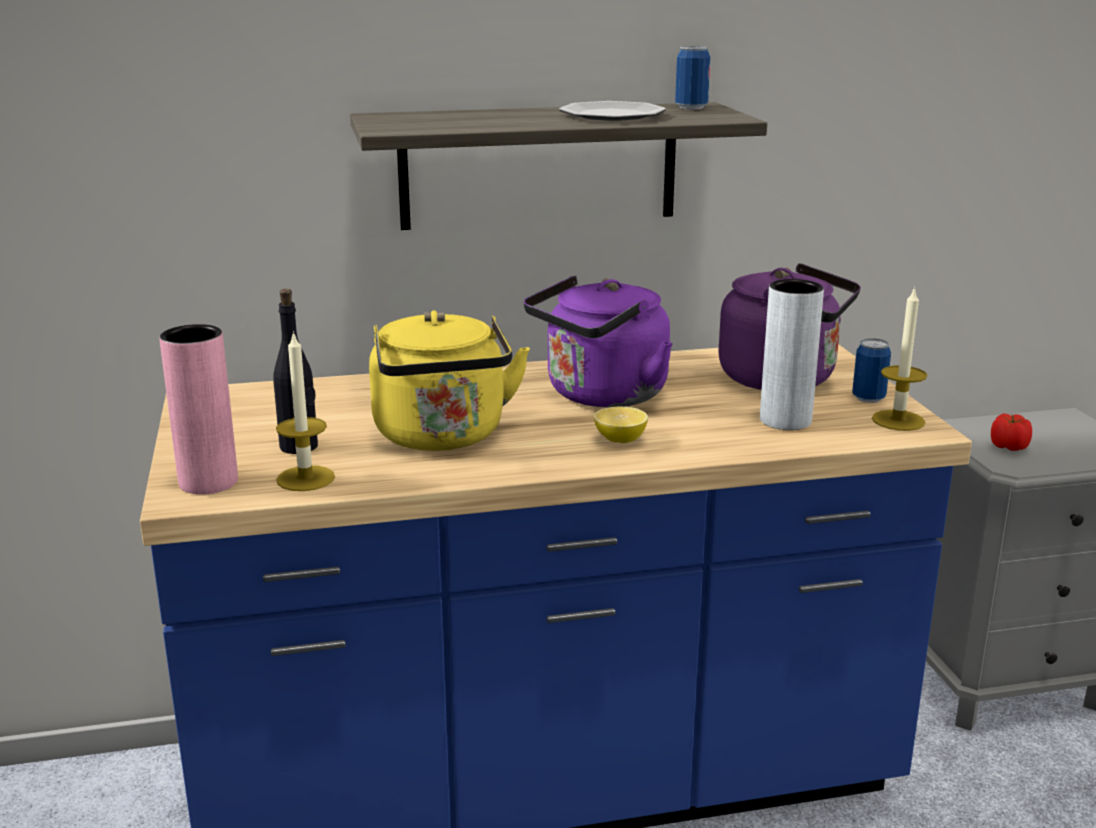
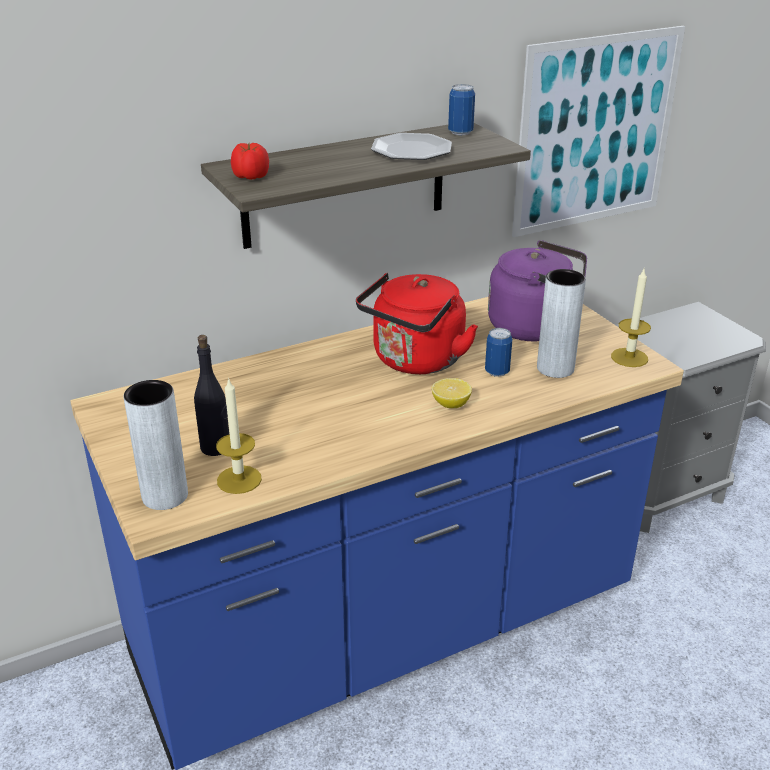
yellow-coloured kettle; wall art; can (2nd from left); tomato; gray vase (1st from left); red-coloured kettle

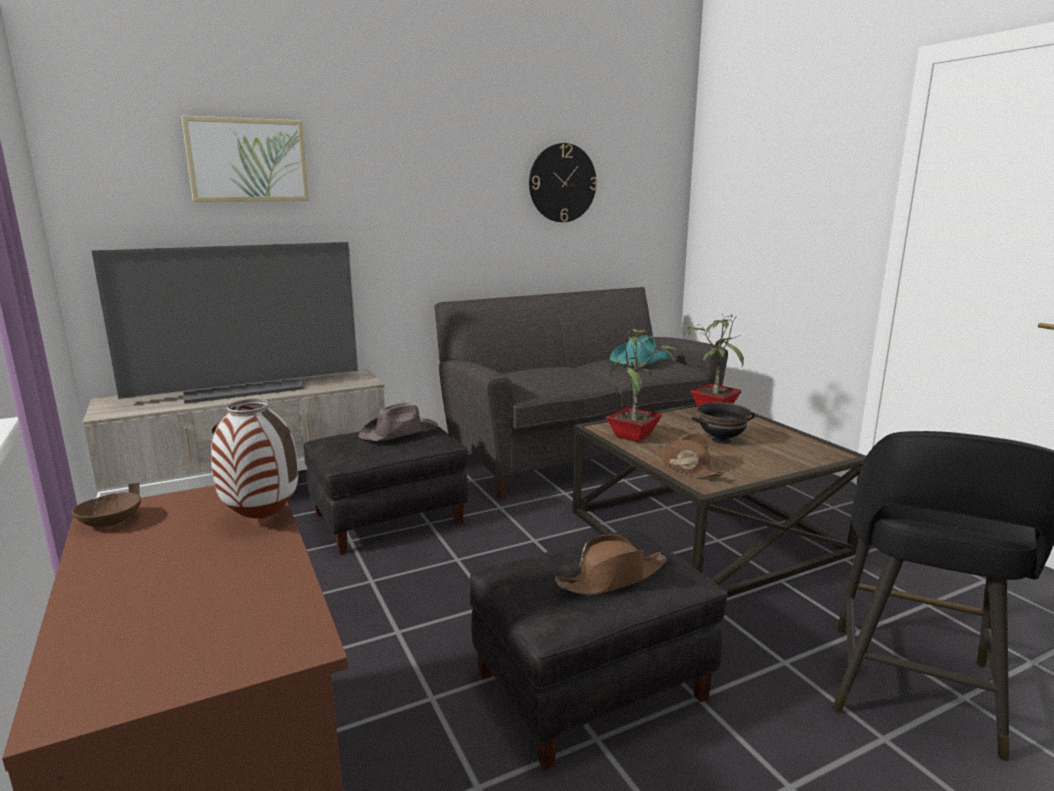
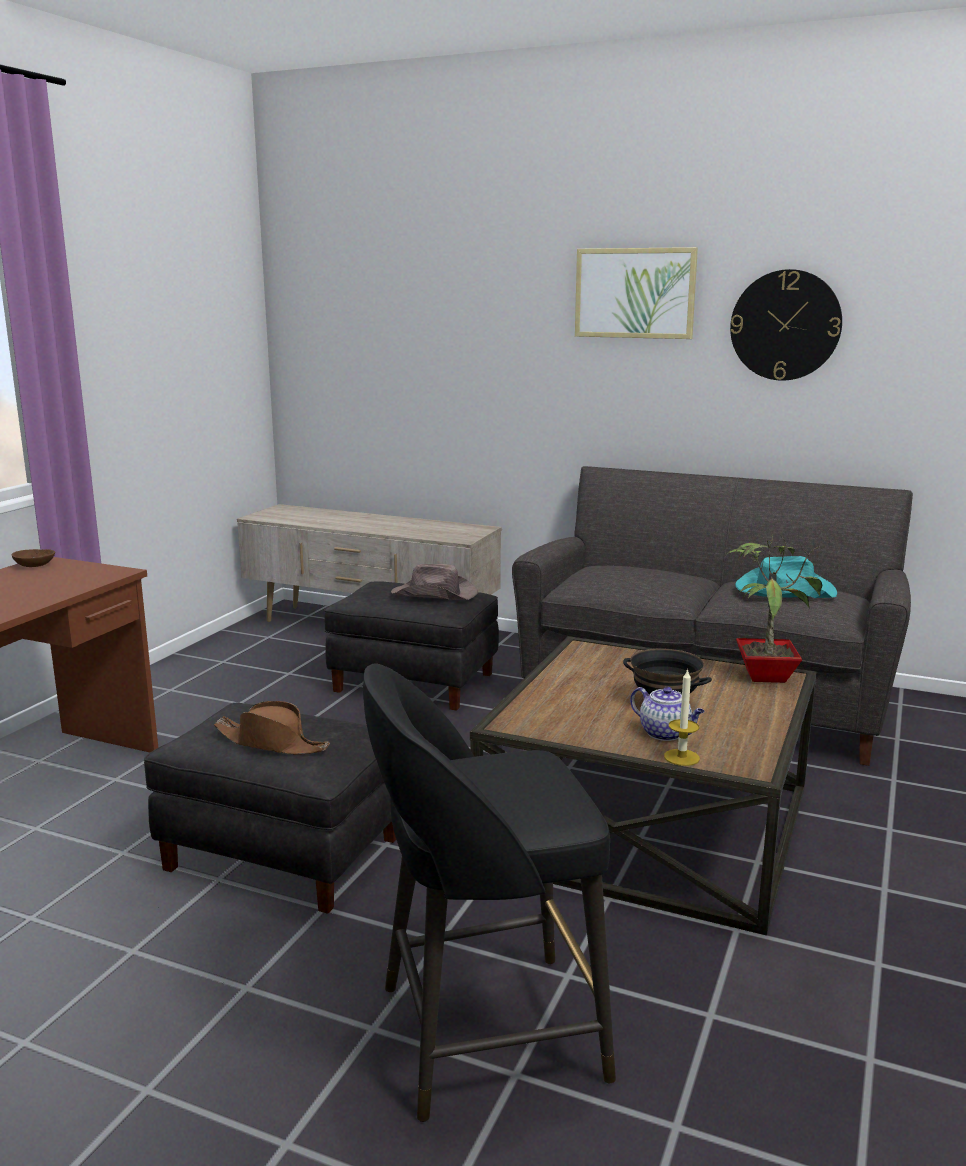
TV set; vase; houseplant (1st from left in the first image); brownish clothing hat (3rd from left in the first image); pot for tea; candle; wall art

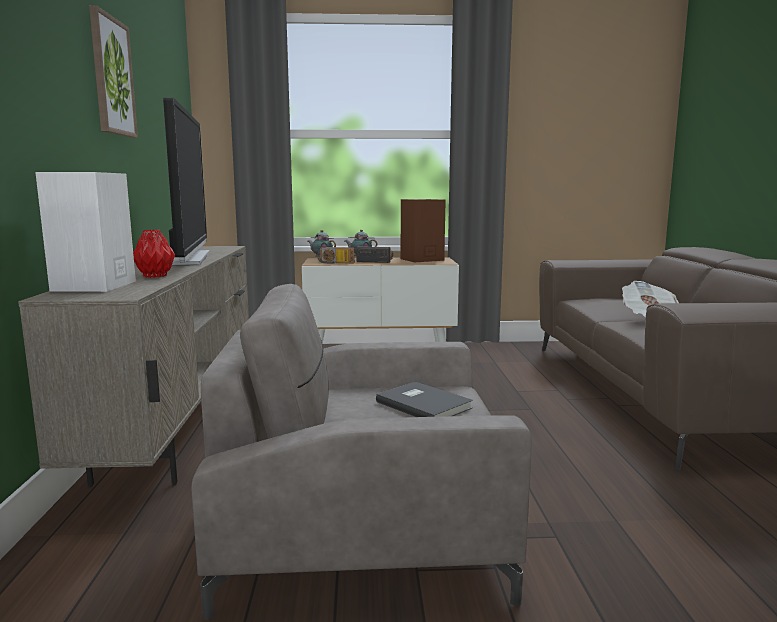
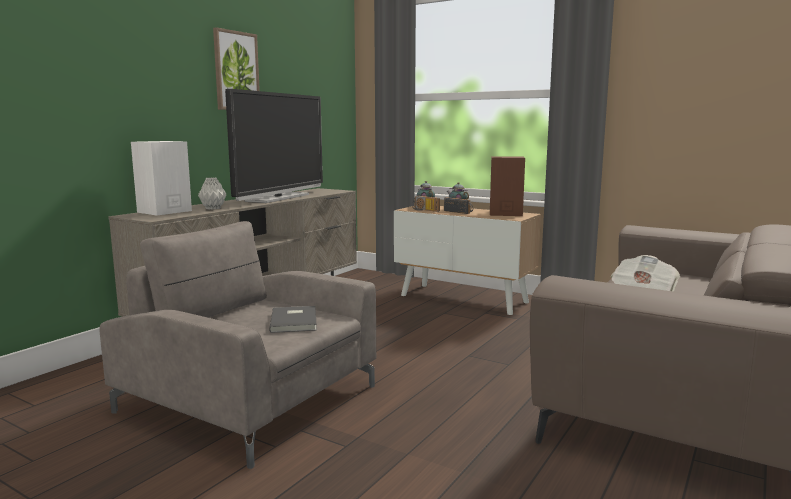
gray vase

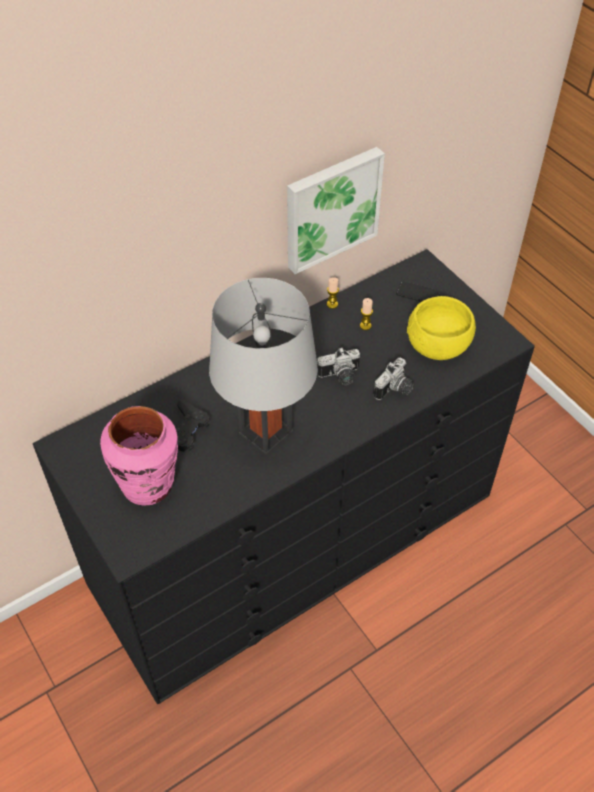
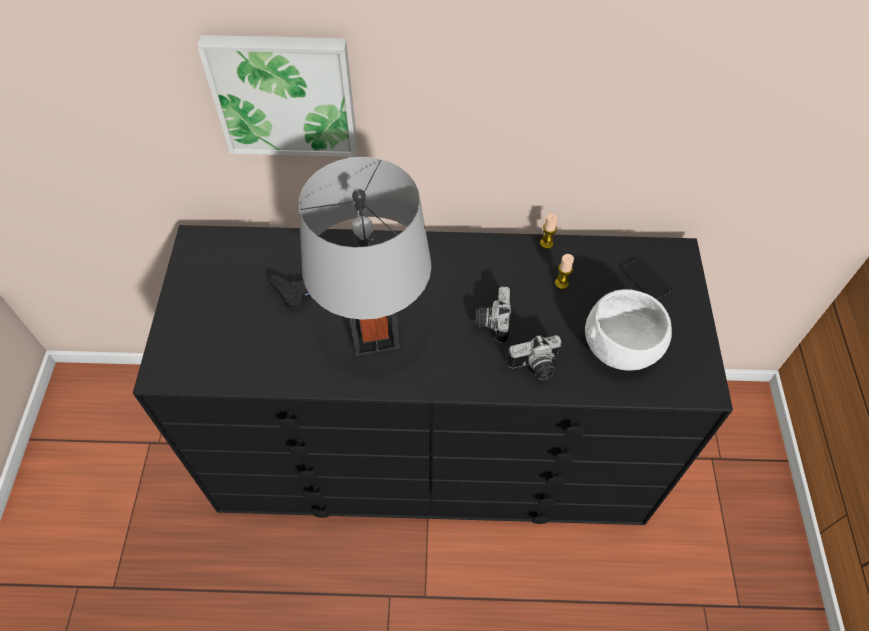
pinkish vase; wall art; whitish bowl; still camera (1st from left)

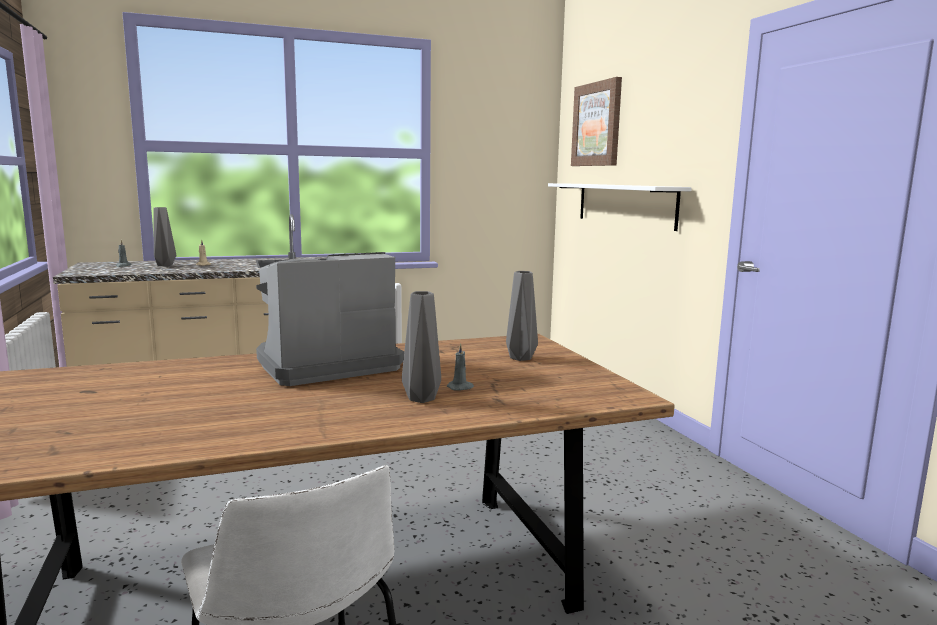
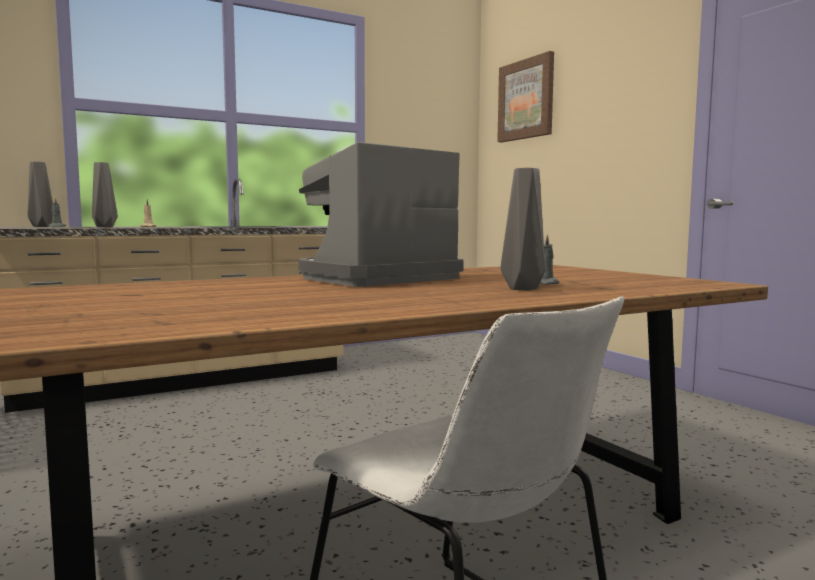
whitish bracket shelf; gray vase (1st from left)

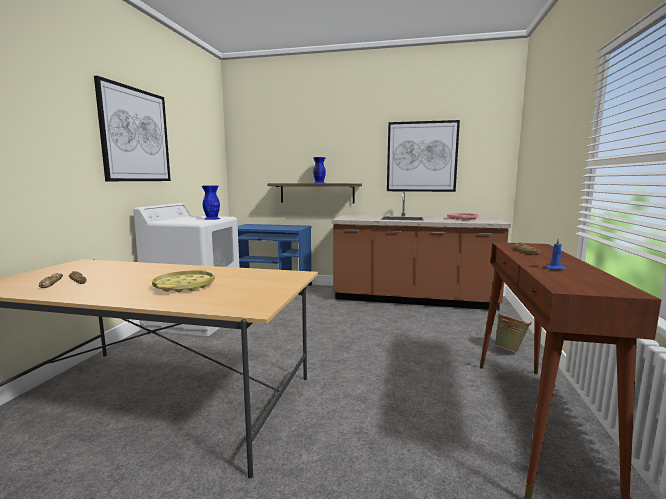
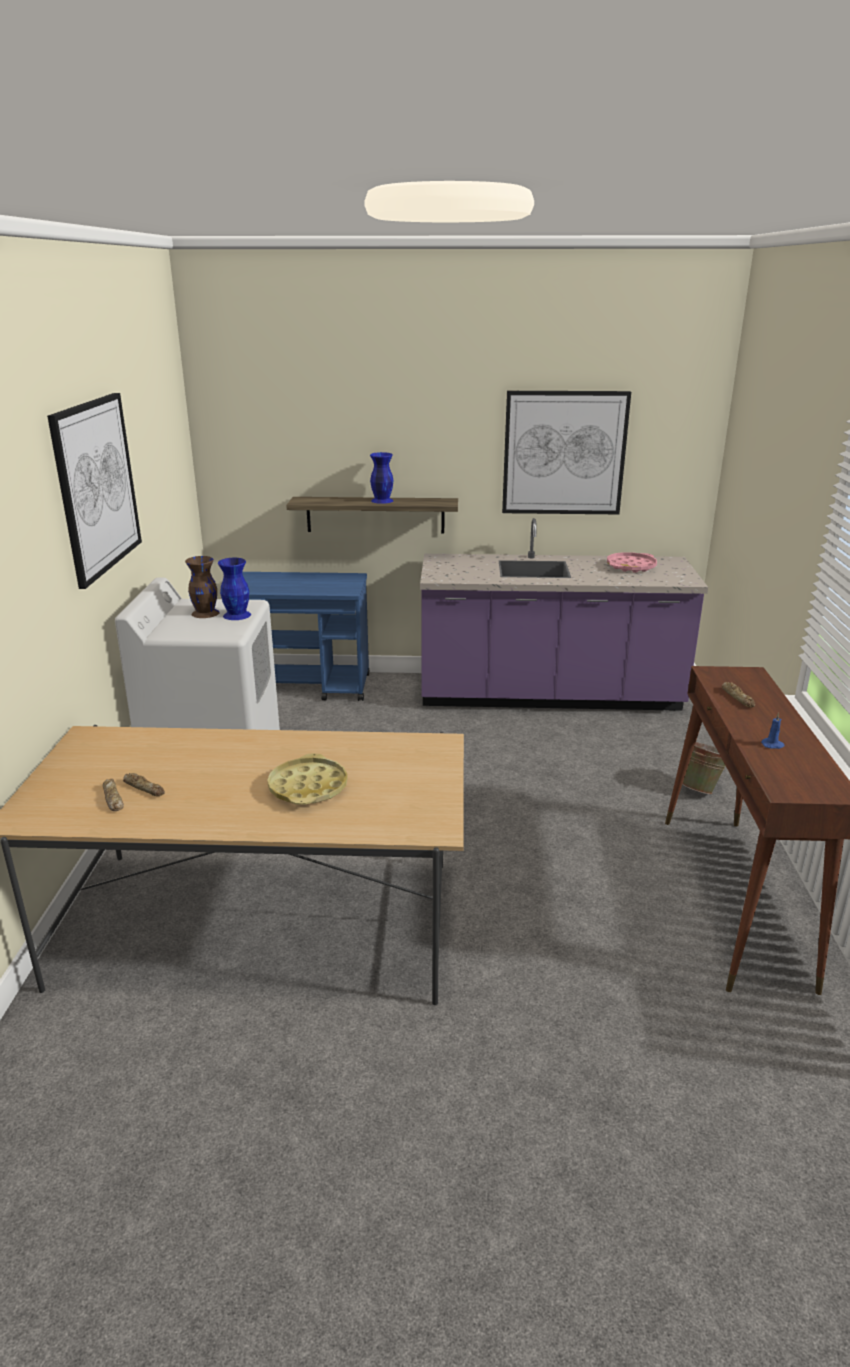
brownish vase; purple-coloured kitchen base unit

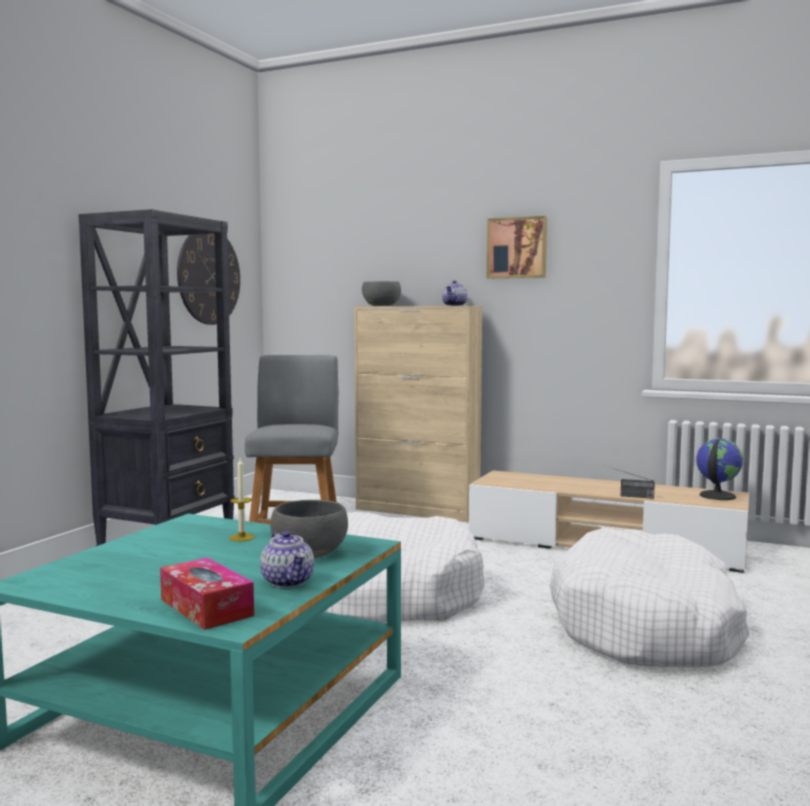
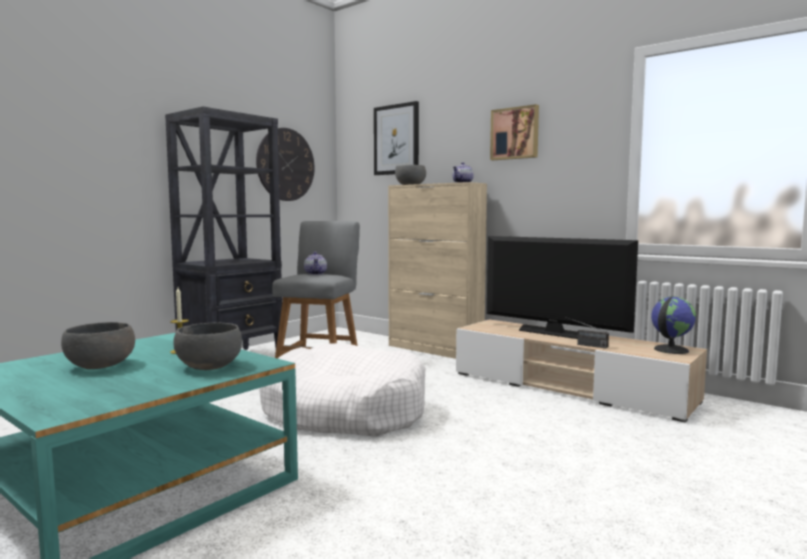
box of tissues; whitish pet bed (2nd from left in the first image); gray bowl (1st from left); wall art (1st from left); TV set; pot for tea (1st from left)

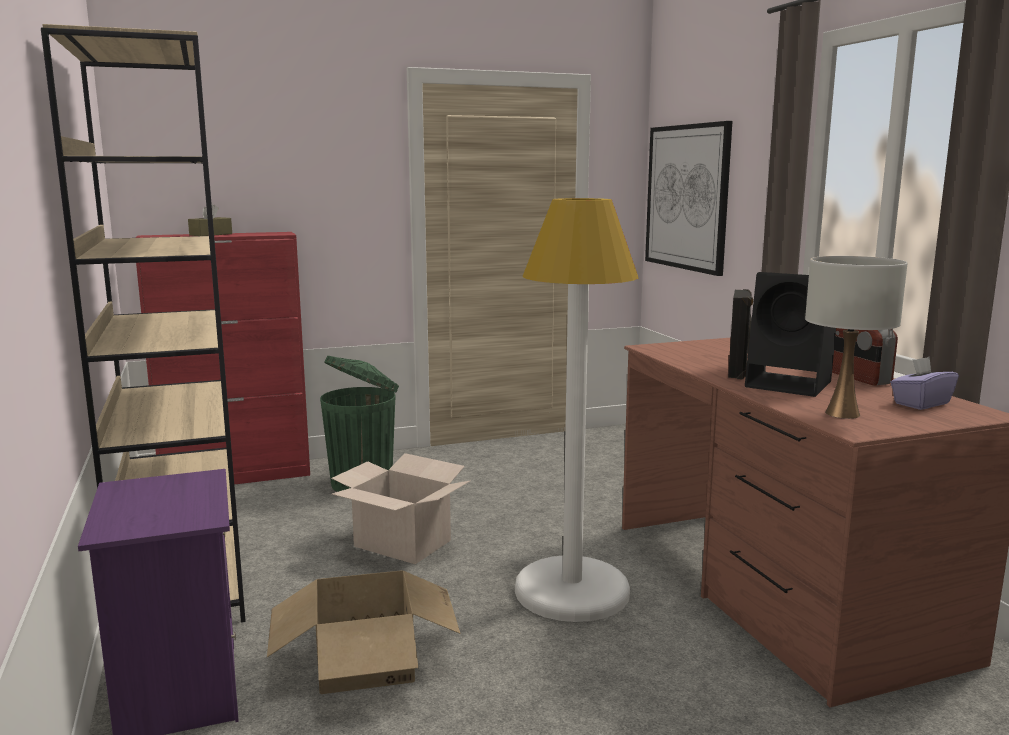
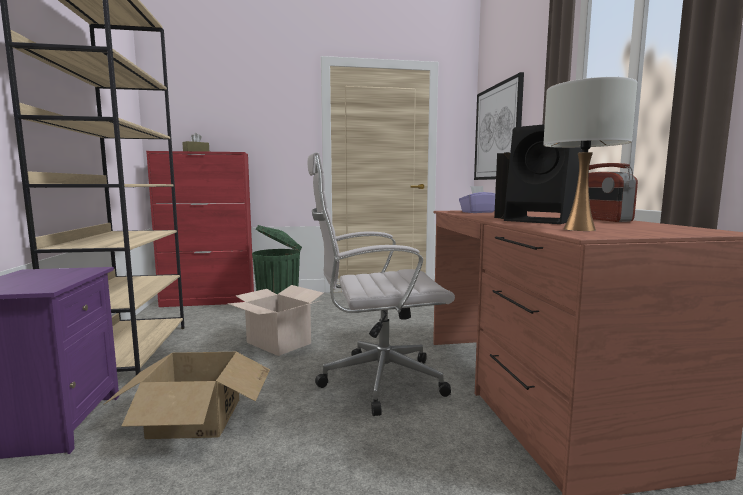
purple-coloured box of tissues; whitish office chair

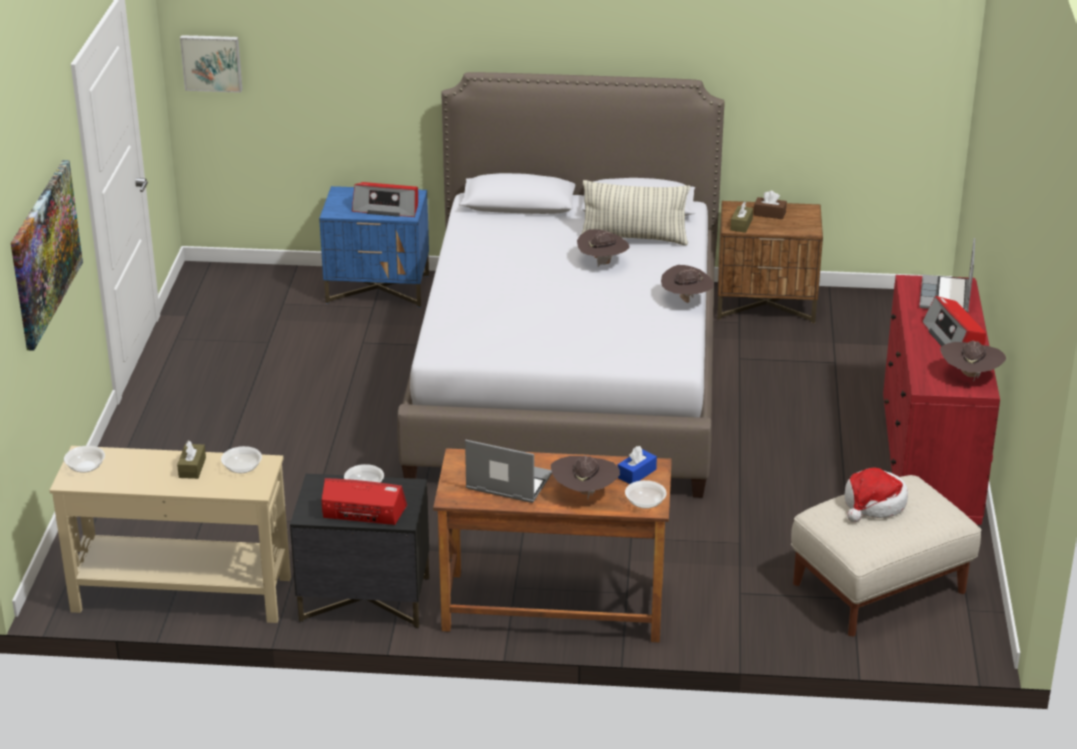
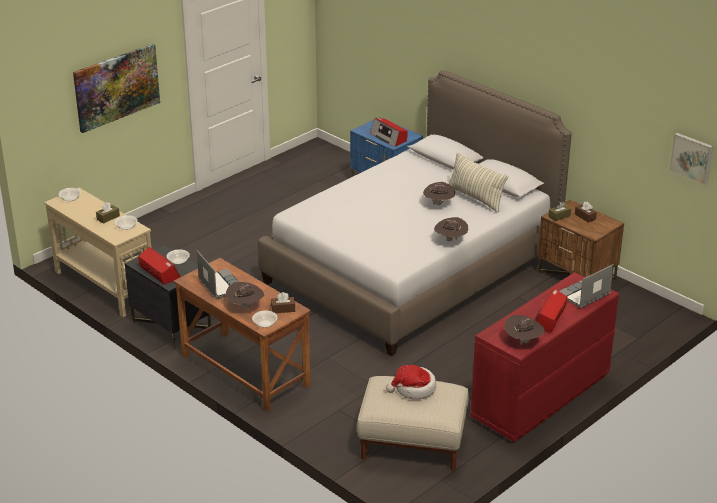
wall art (2nd from left); brownish box of tissues (2nd from left)

